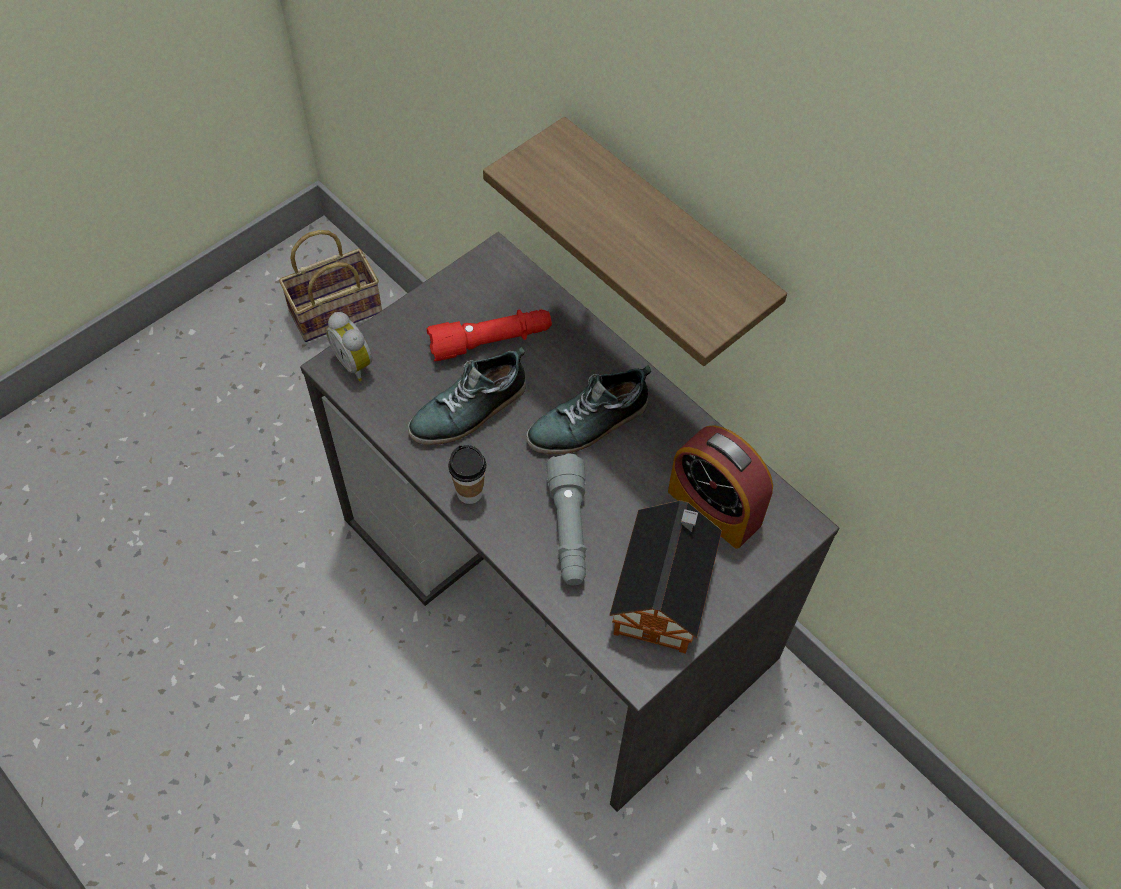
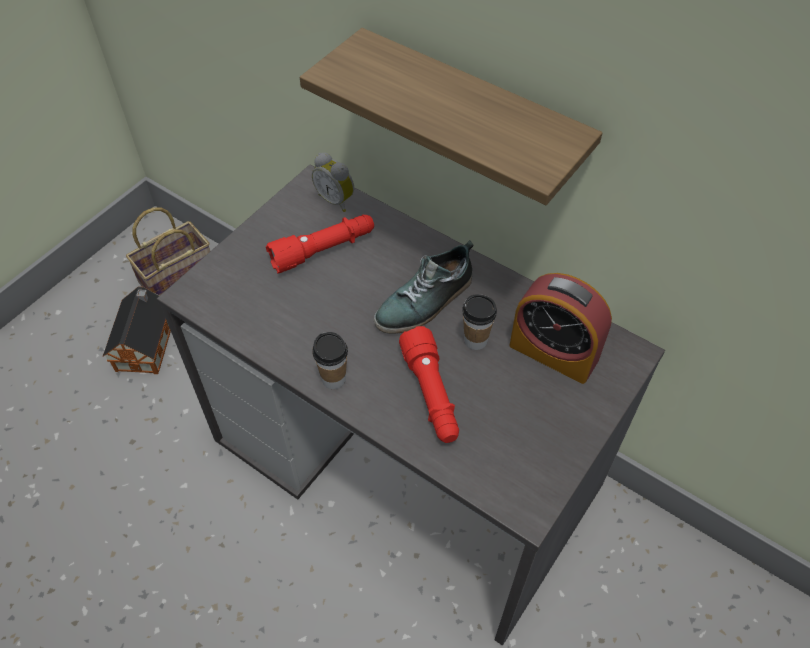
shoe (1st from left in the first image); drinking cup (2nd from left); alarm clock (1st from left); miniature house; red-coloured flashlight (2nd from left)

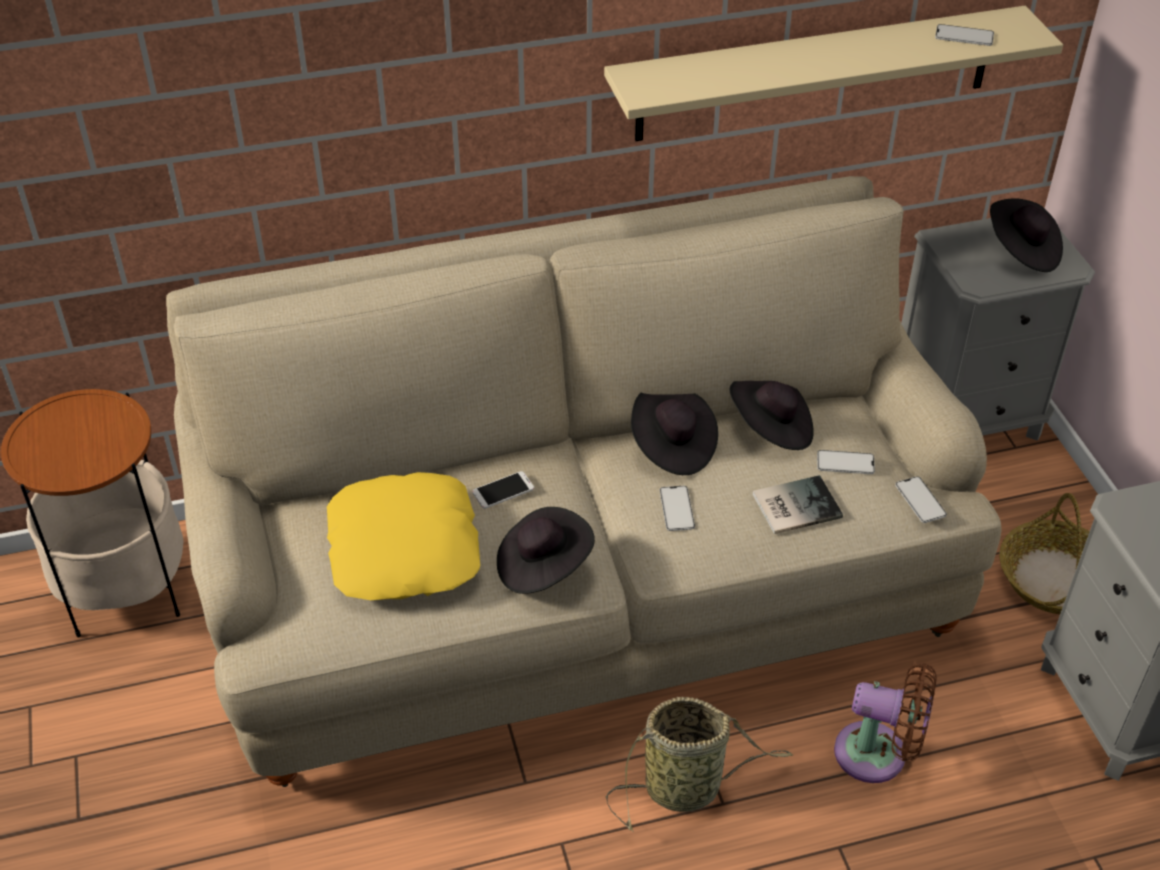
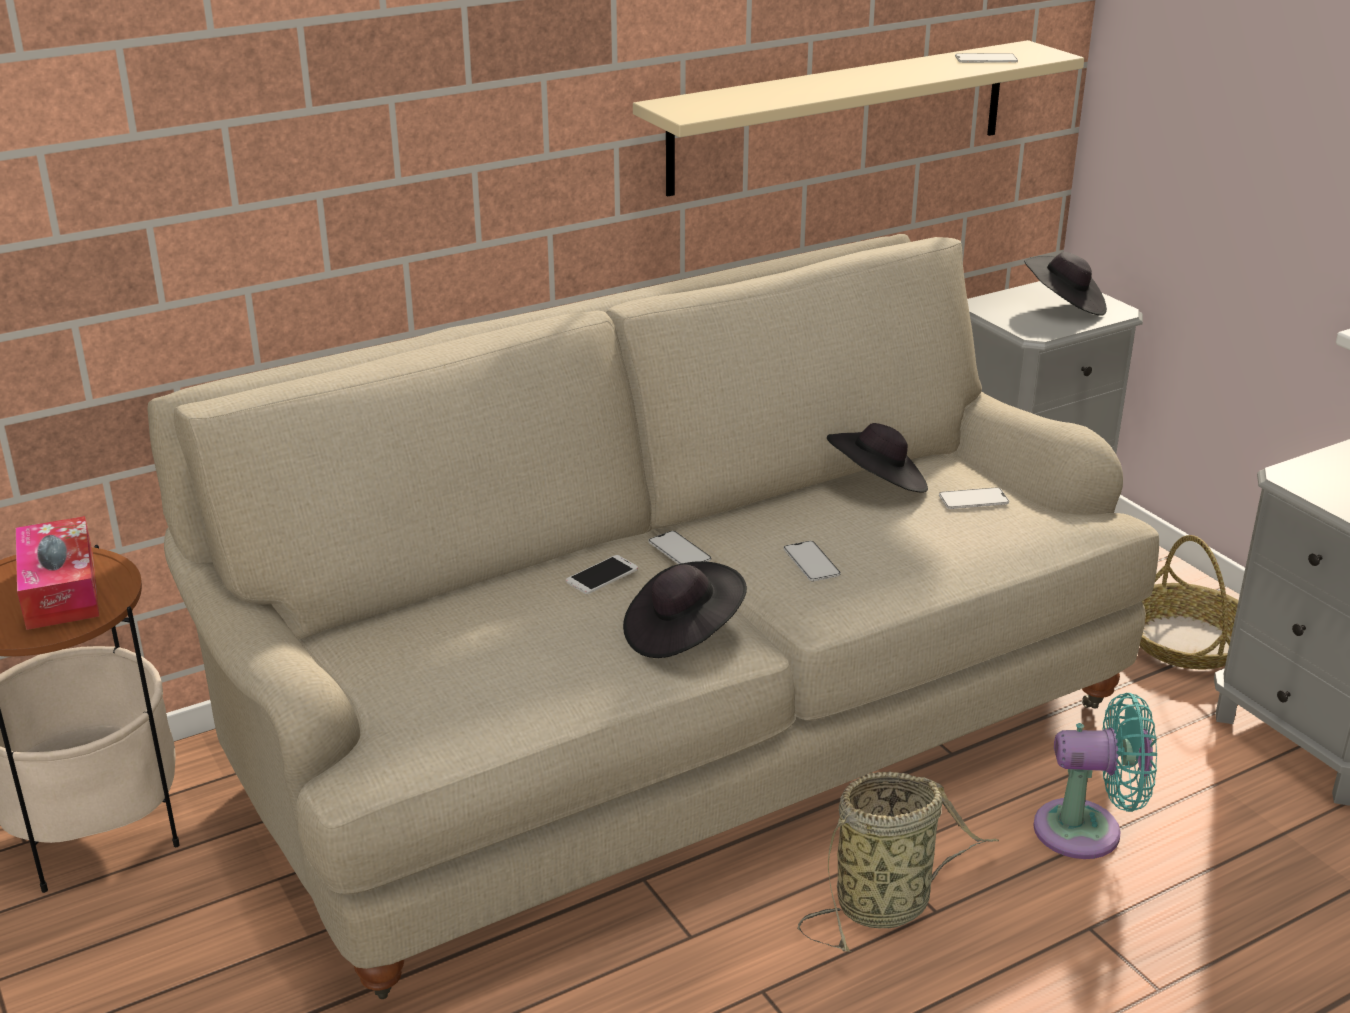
yellow-coloured cushion; blackish clothing hat (2nd from left in the first image); bound book; box of tissues; phone (2nd from left); turquoise electric fan

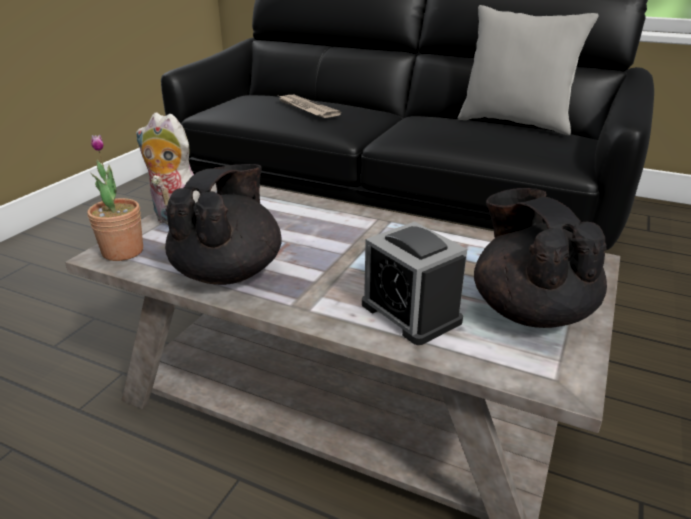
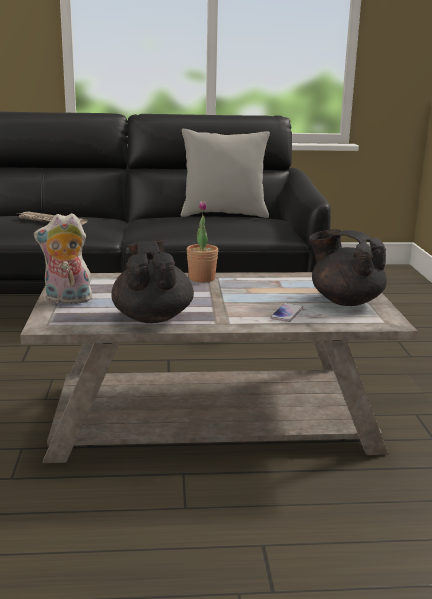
houseplant; phone

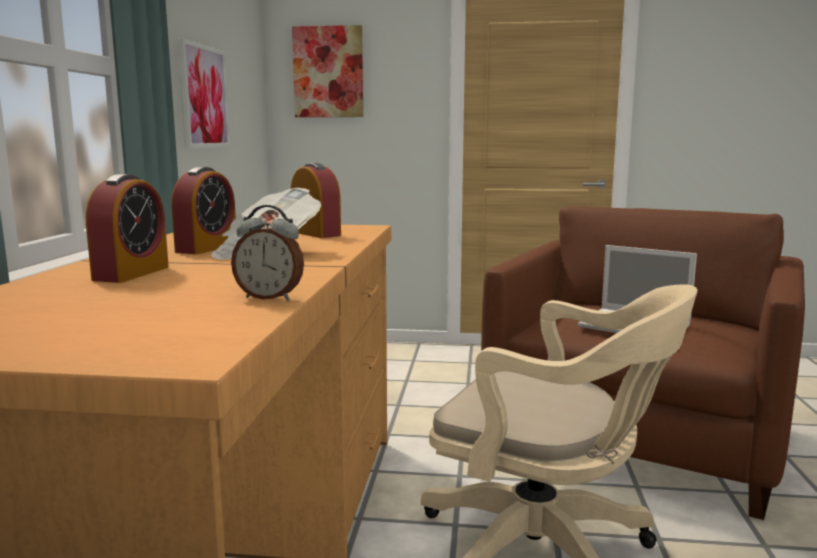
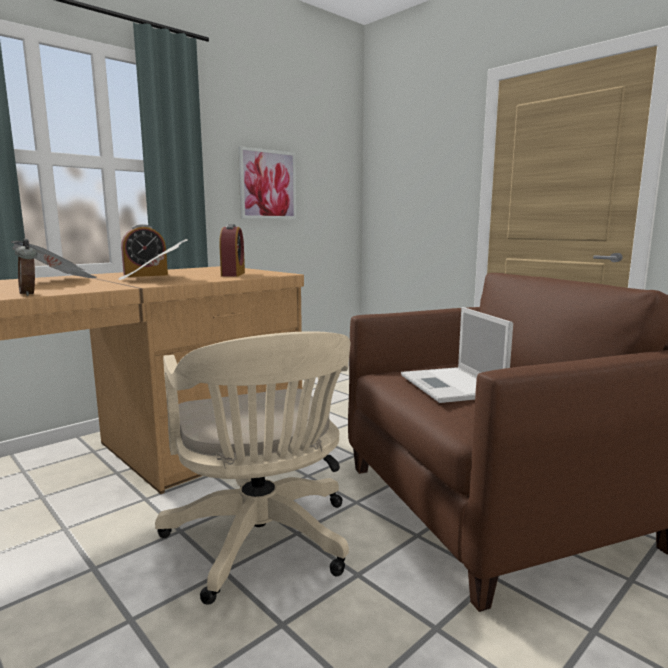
wall art (2nd from left in the first image); daily paper (1st from left)

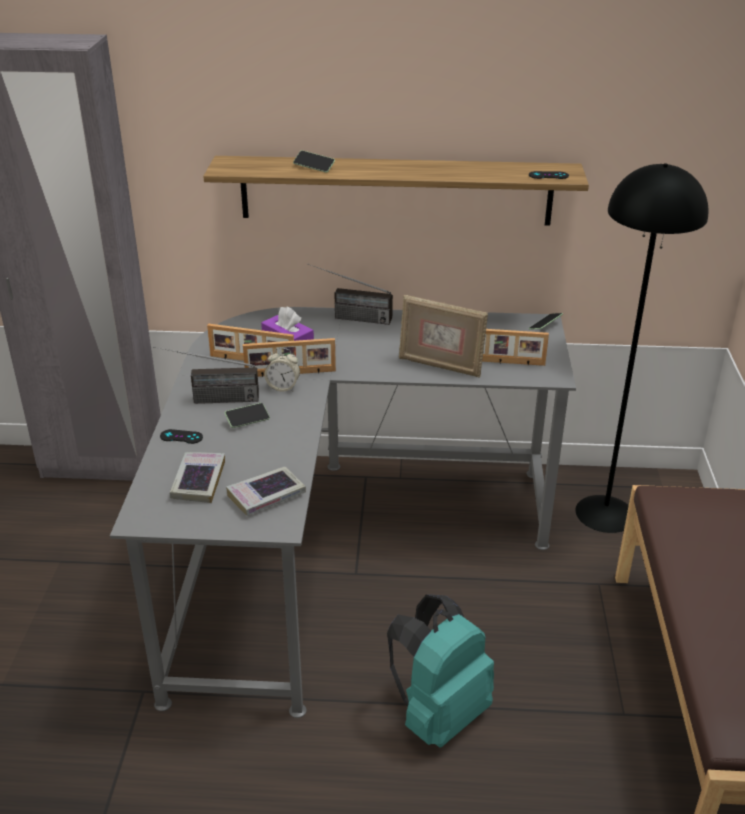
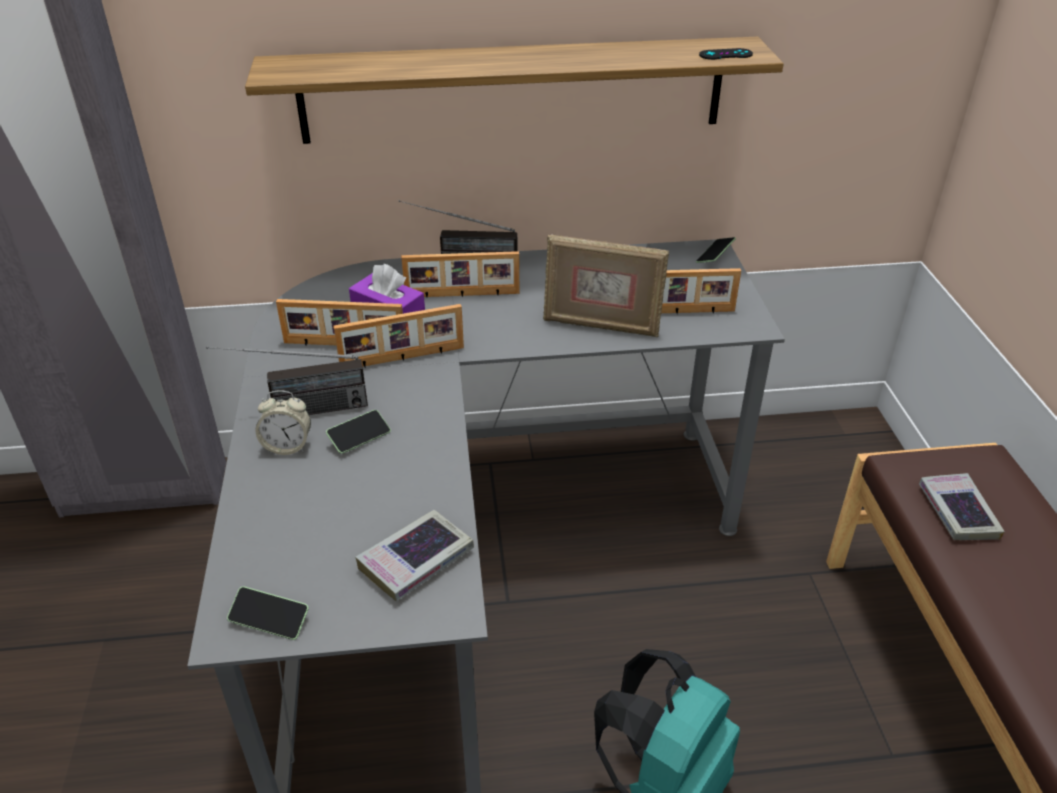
blackish game controller (1st from left in the first image); blackish floor lamp; photo frame (3rd from left); bound book (2nd from left); alarm clock; phone (1st from left)

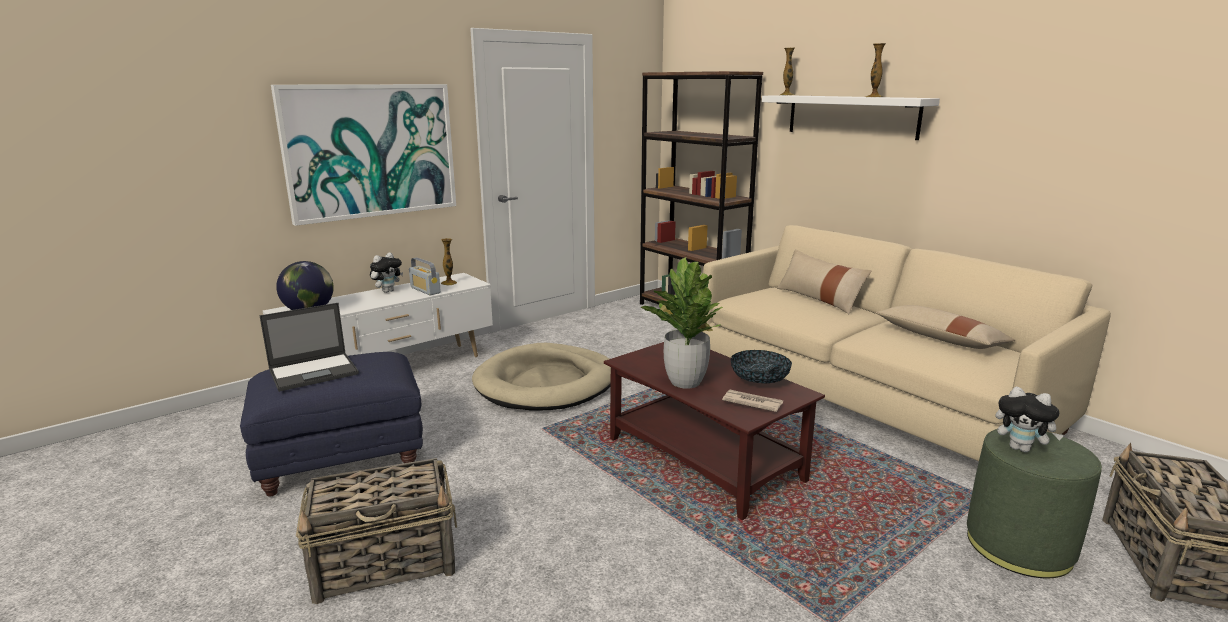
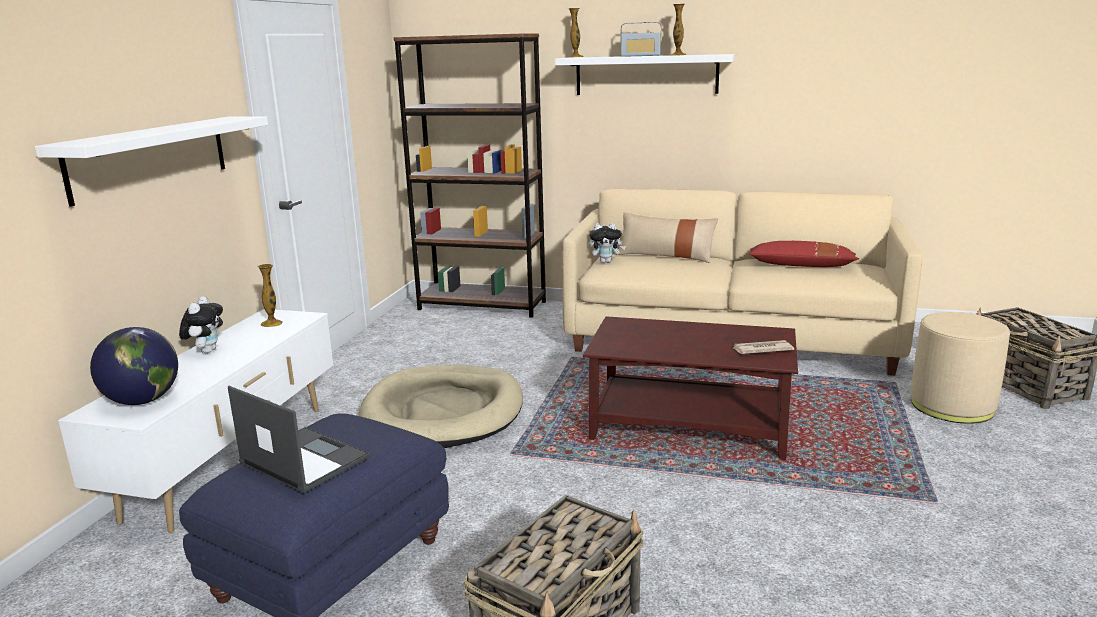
houseplant; bowl; radio set; plush toy (2nd from left); whitish bracket shelf (1st from left); red-coloured cushion; beige ottoman; notebook computer

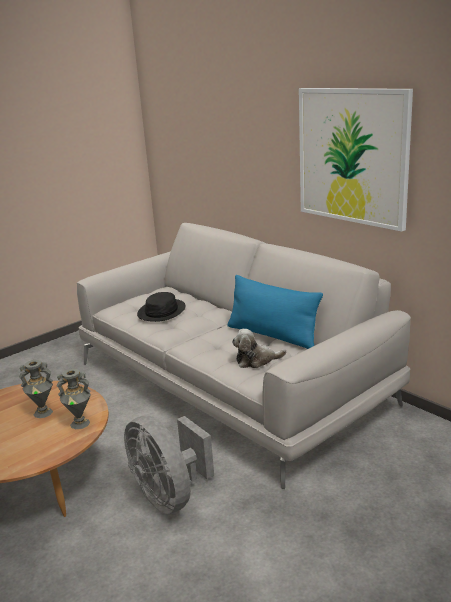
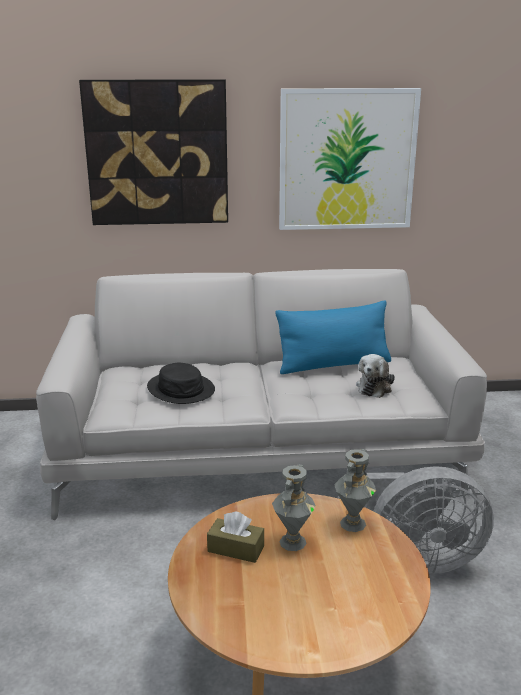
wall art (1st from left); brownish box of tissues

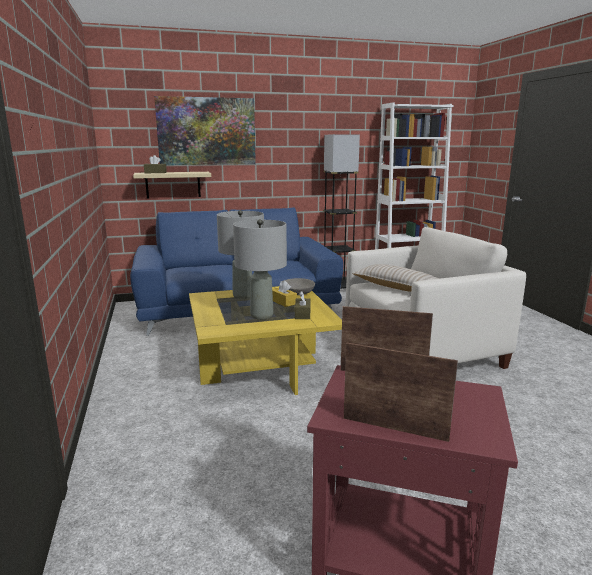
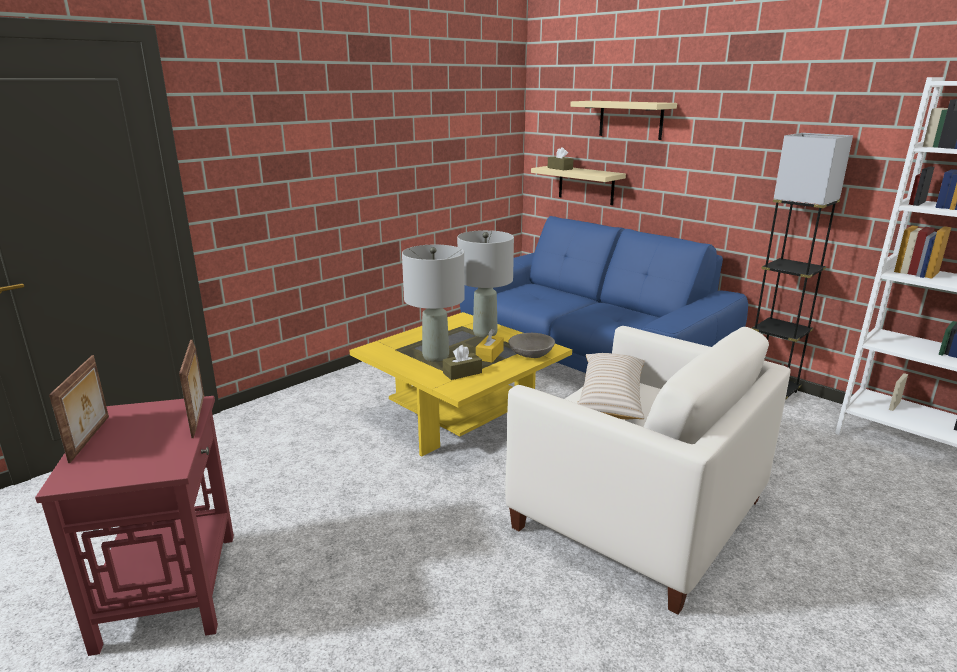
beige bracket shelf (2nd from left)

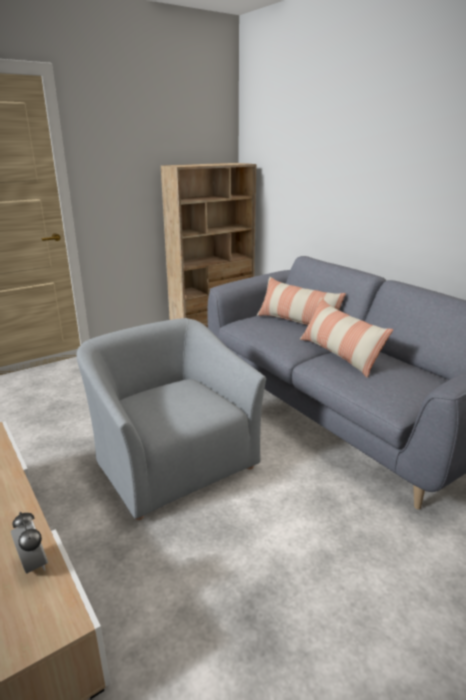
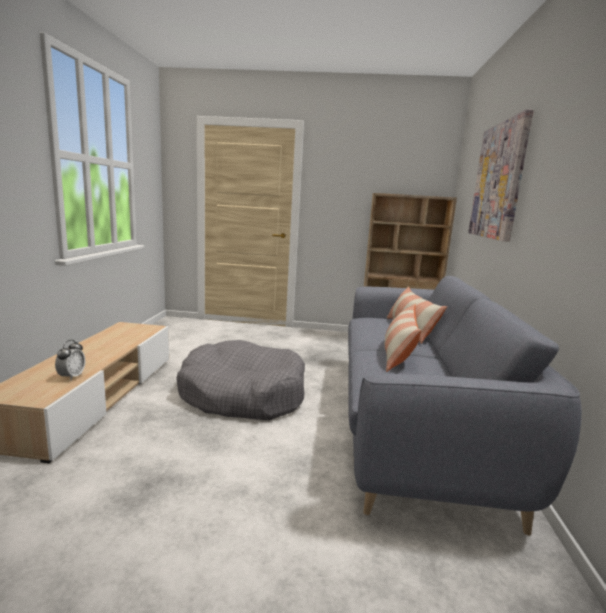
wall art; gray pet bed

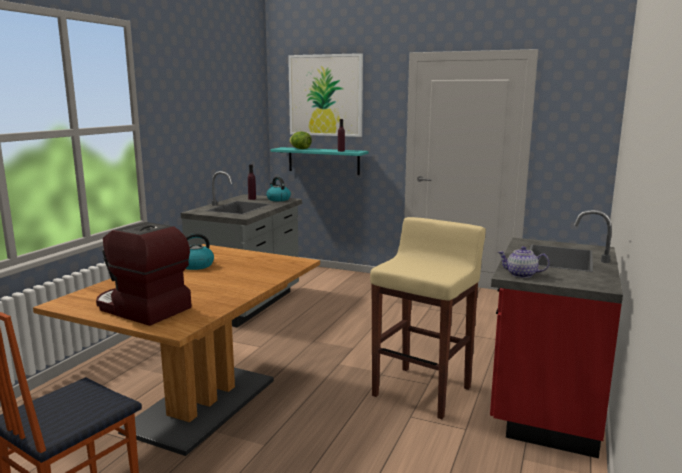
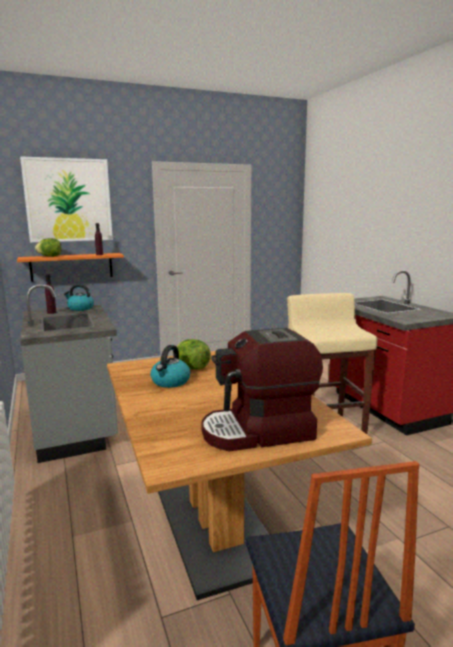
pot for tea; lettuce head (2nd from left); orangey bracket shelf

